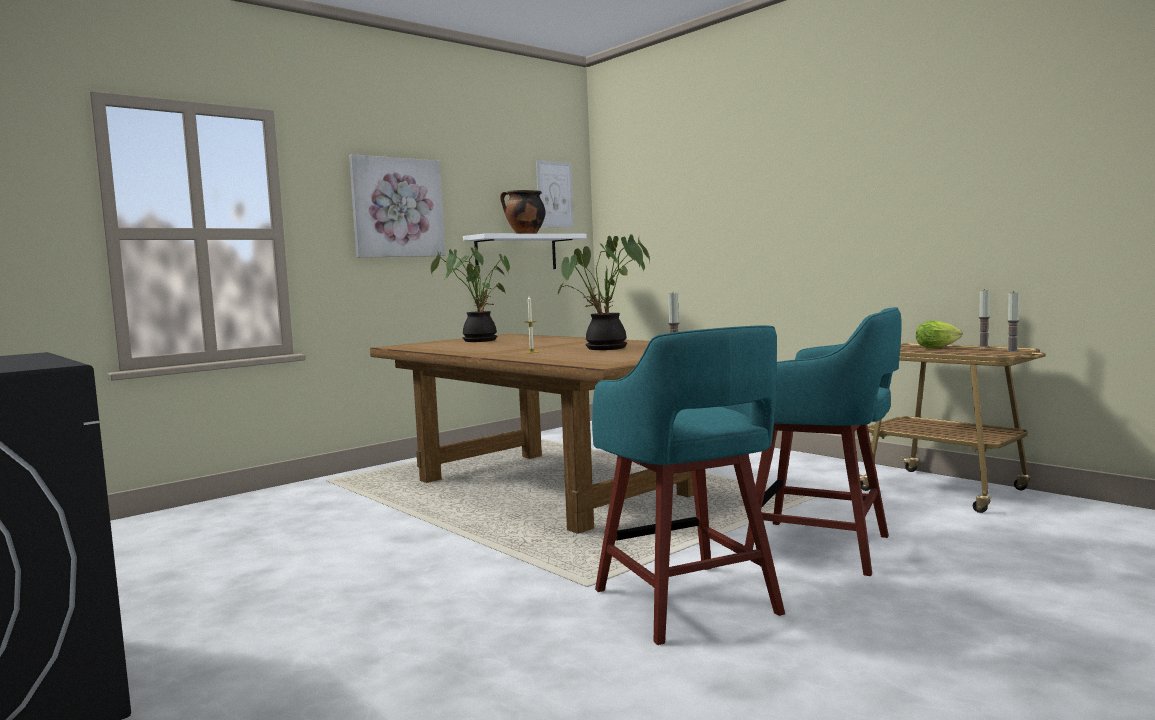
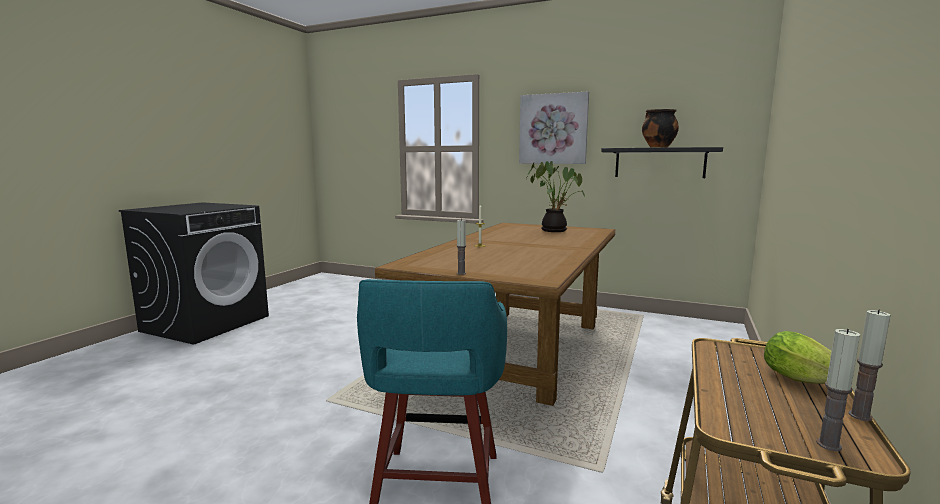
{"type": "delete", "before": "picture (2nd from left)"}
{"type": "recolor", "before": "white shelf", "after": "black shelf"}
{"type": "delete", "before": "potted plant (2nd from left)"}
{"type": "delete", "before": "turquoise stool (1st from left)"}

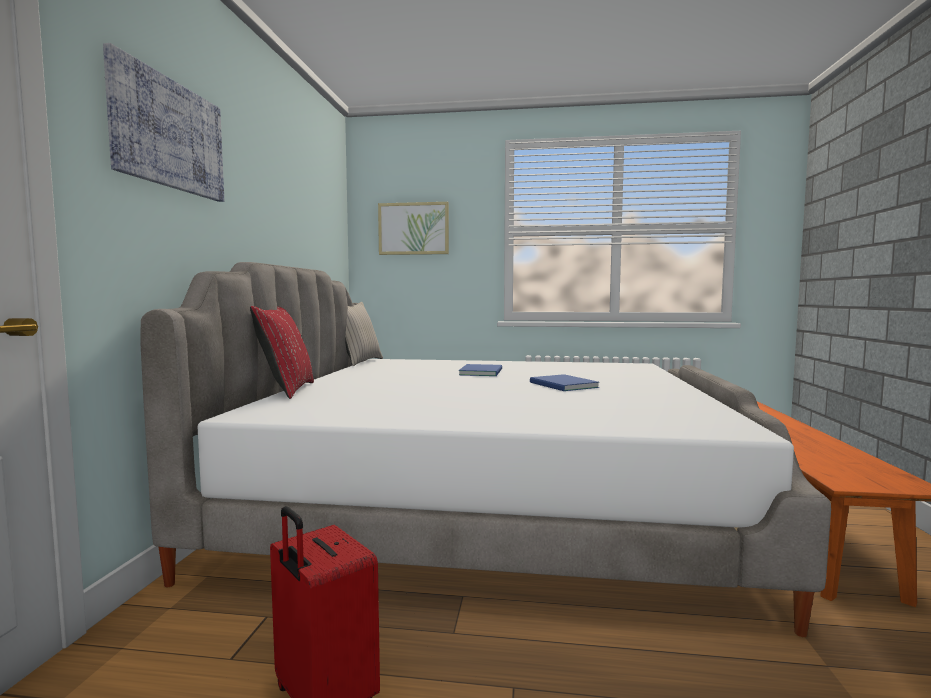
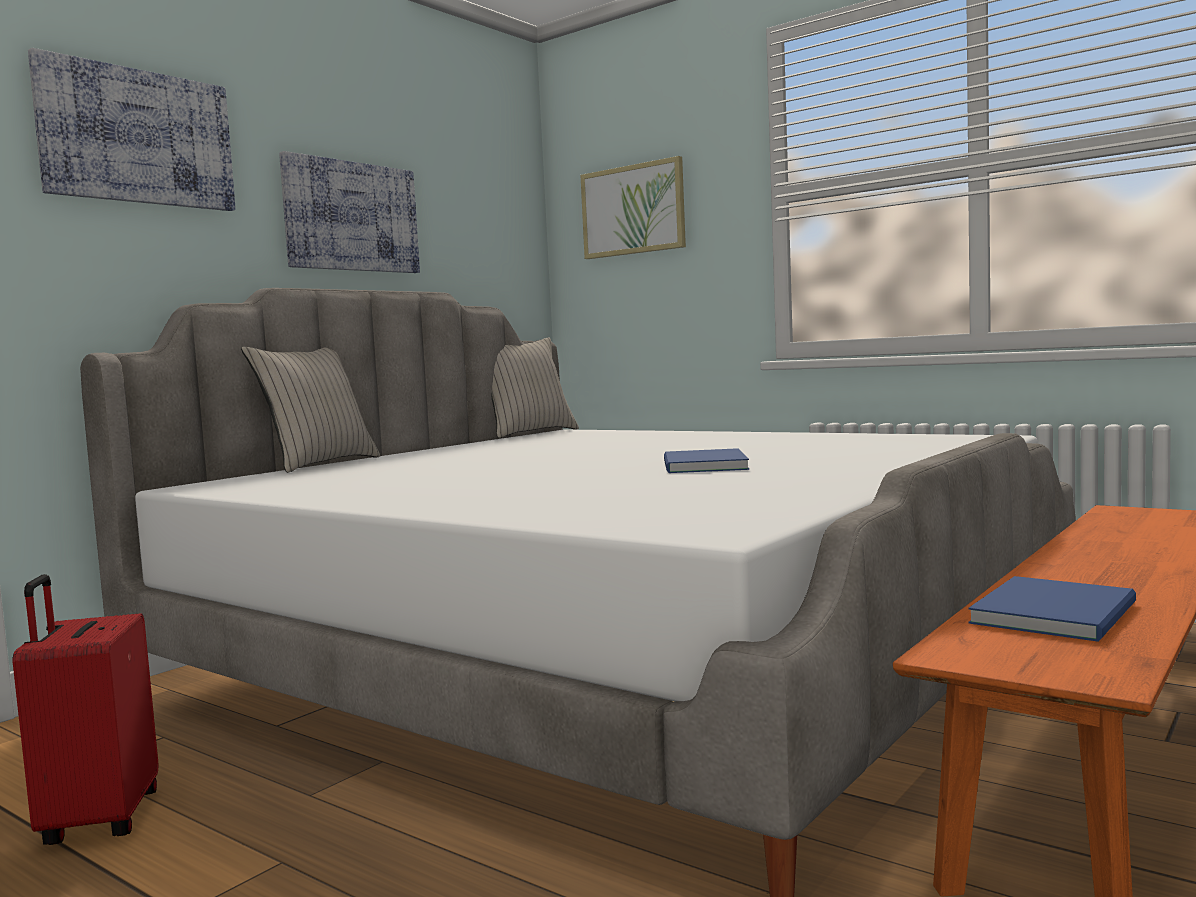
{"type": "recolor", "before": "red pillow", "after": "beige pillow (1st from left)"}
{"type": "move", "before": "blue book (1st from left in the first image)", "after": "blue book (2nd from left)"}
{"type": "insert", "after": "picture (2nd from left)"}

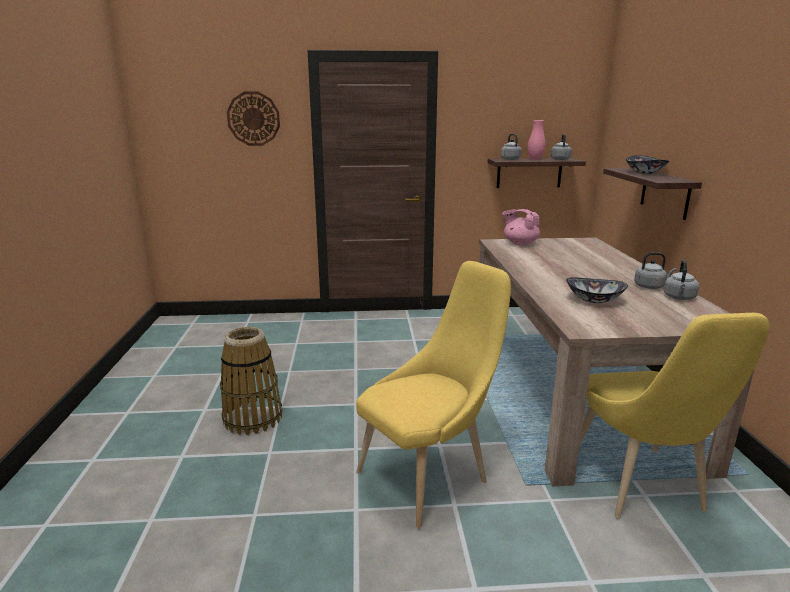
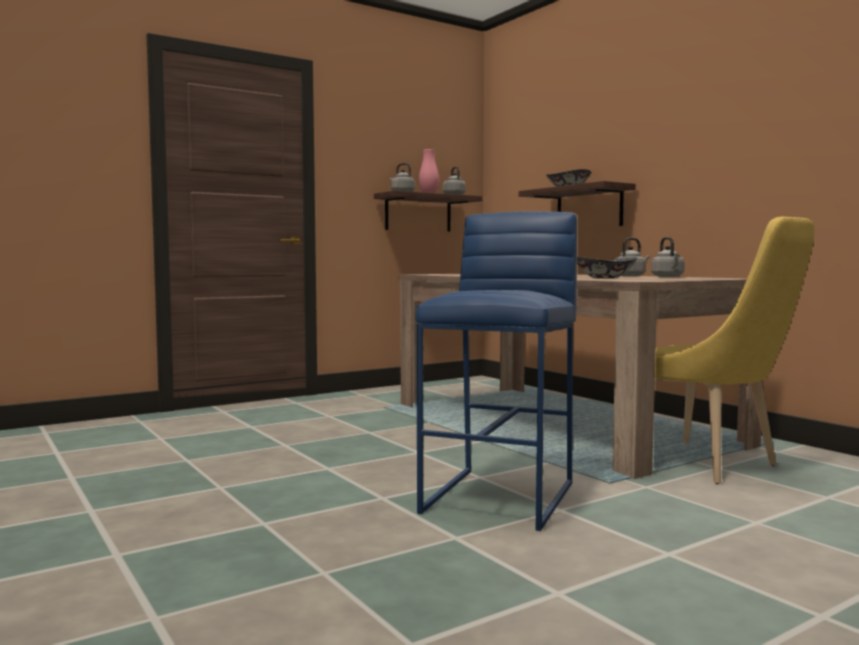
{"type": "delete", "before": "wall clock"}
{"type": "delete", "before": "pink teapot"}
{"type": "replace", "before": "yellow chair (1st from left)", "after": "blue stool"}
{"type": "delete", "before": "basket"}

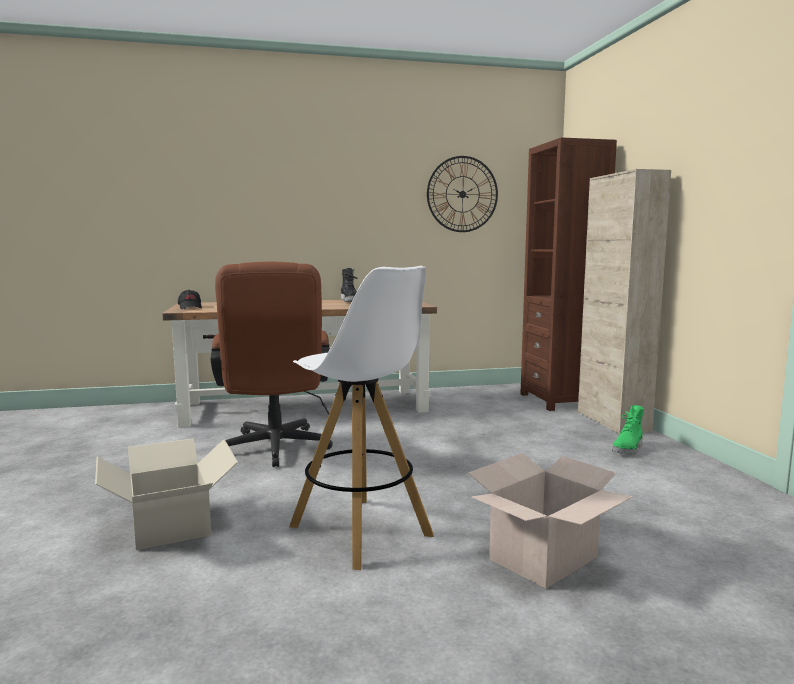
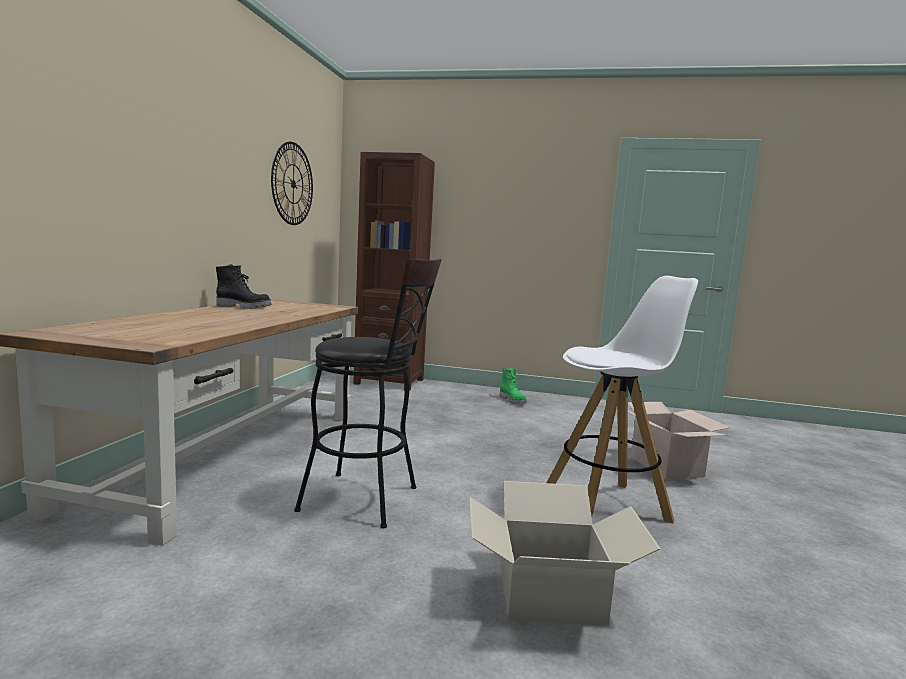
{"type": "delete", "before": "beige cabinet"}
{"type": "replace", "before": "brown office chair", "after": "black stool"}
{"type": "delete", "before": "black cap"}

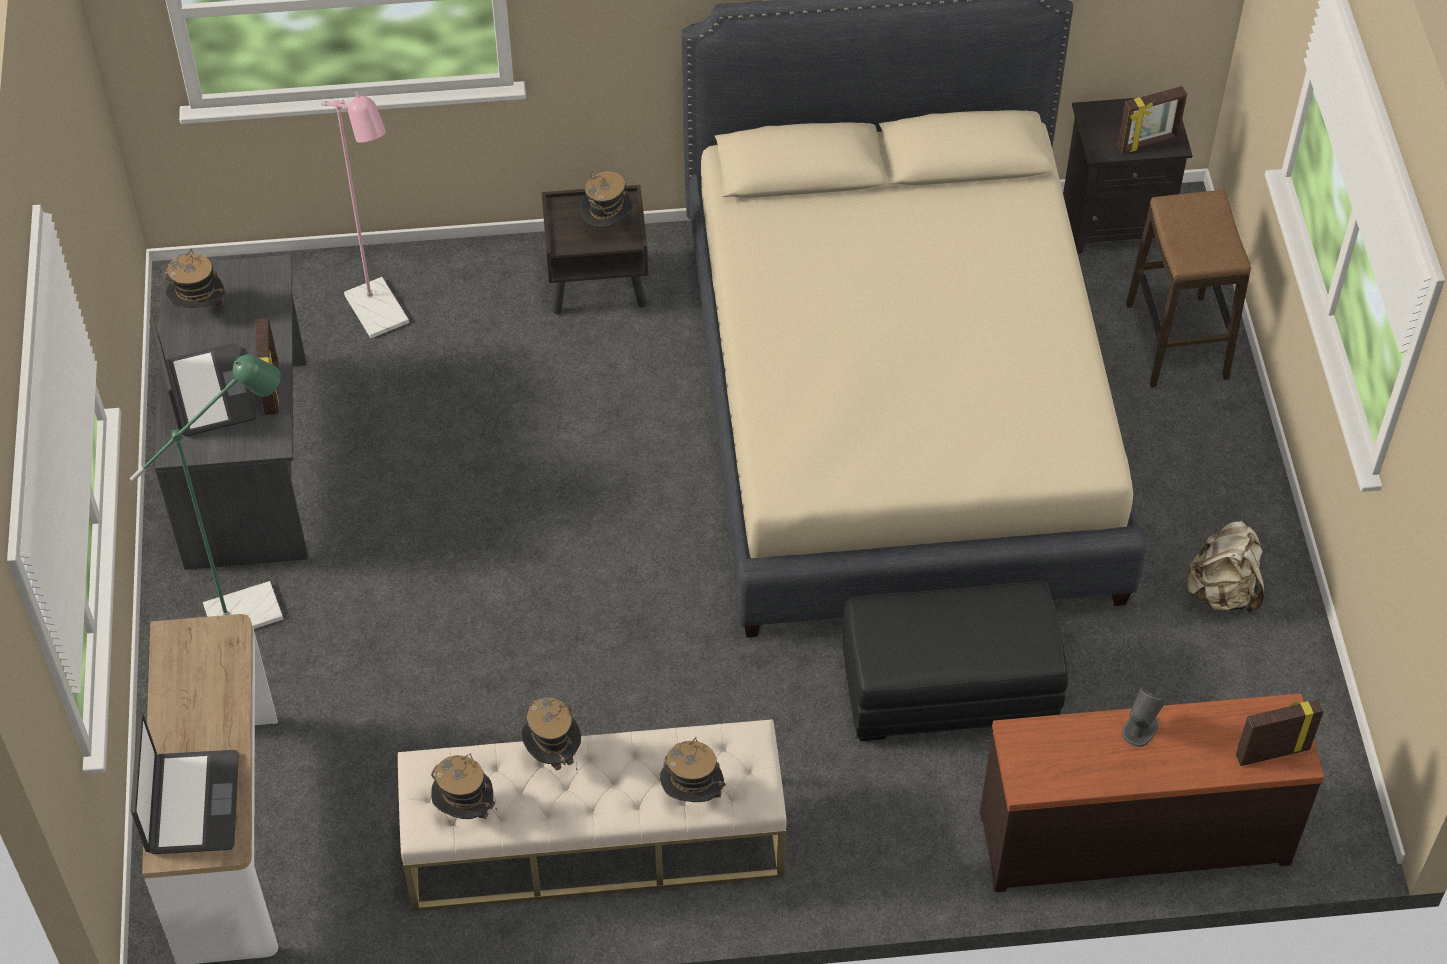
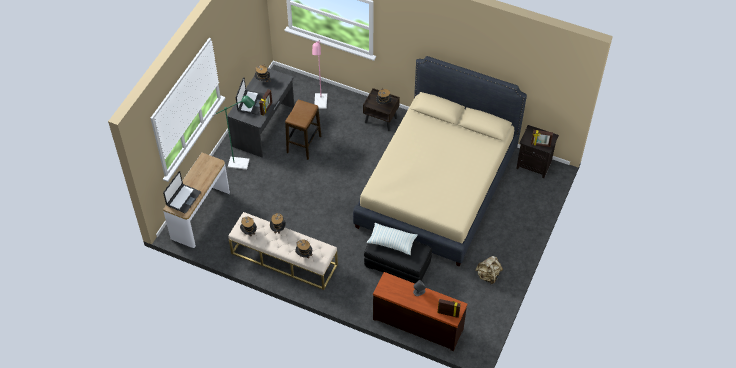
{"type": "move", "before": "stool"}
{"type": "insert", "after": "pillow"}

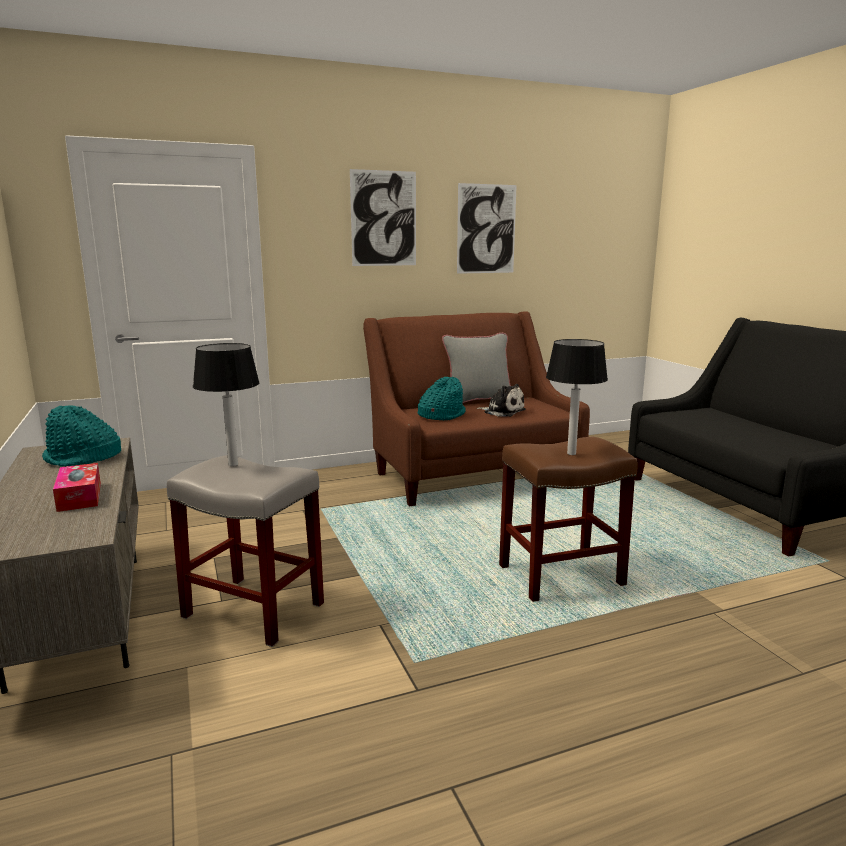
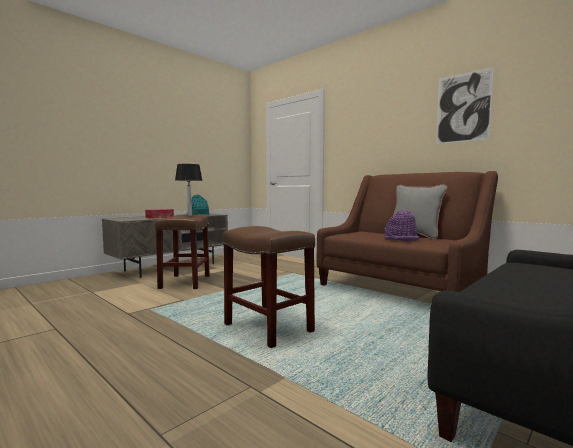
{"type": "delete", "before": "picture (1st from left)"}
{"type": "delete", "before": "table lamp (2nd from left)"}
{"type": "delete", "before": "turquoise hat (2nd from left)"}
{"type": "replace", "before": "plush toy", "after": "purple hat"}
{"type": "recolor", "before": "grey stool", "after": "brown stool (1st from left)"}

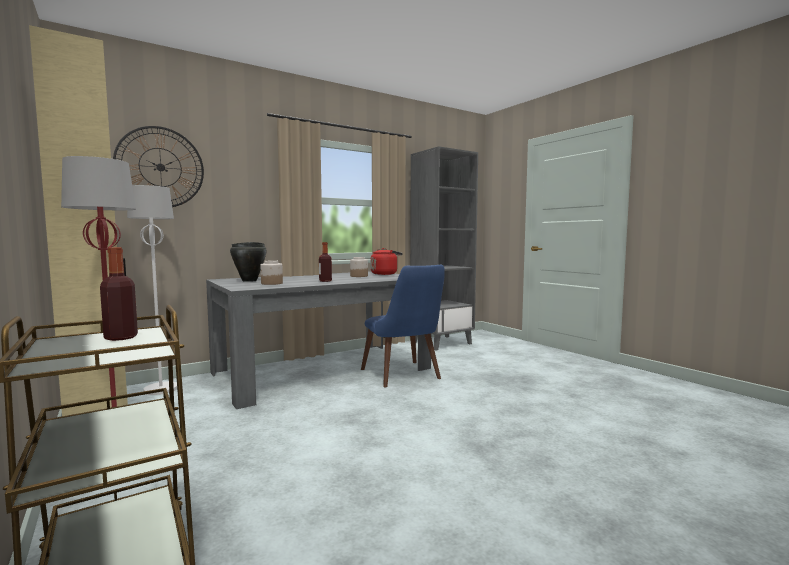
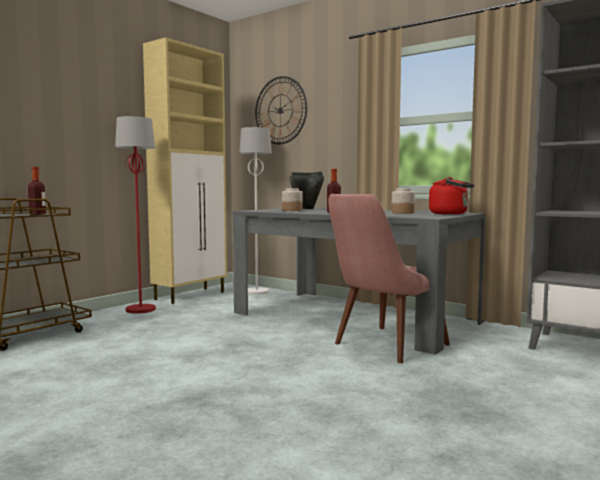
{"type": "recolor", "before": "blue chair", "after": "pink chair"}

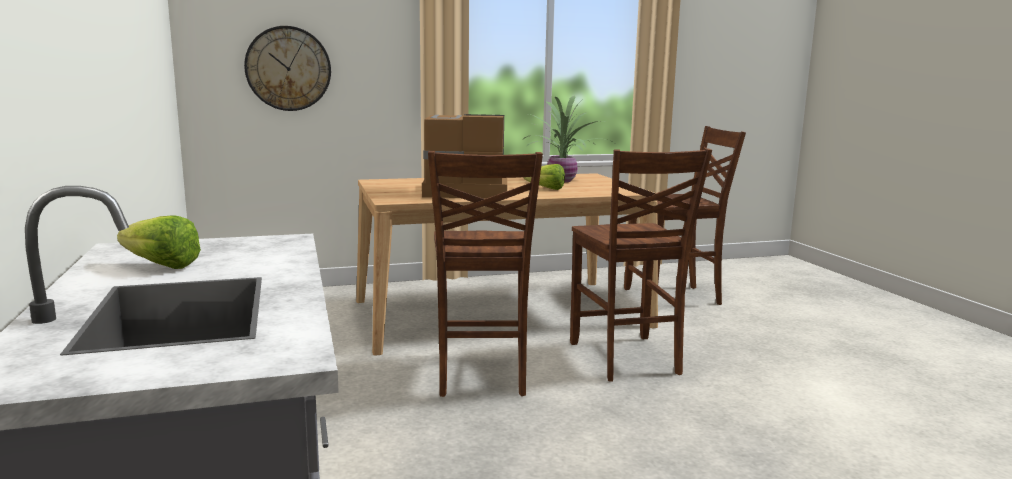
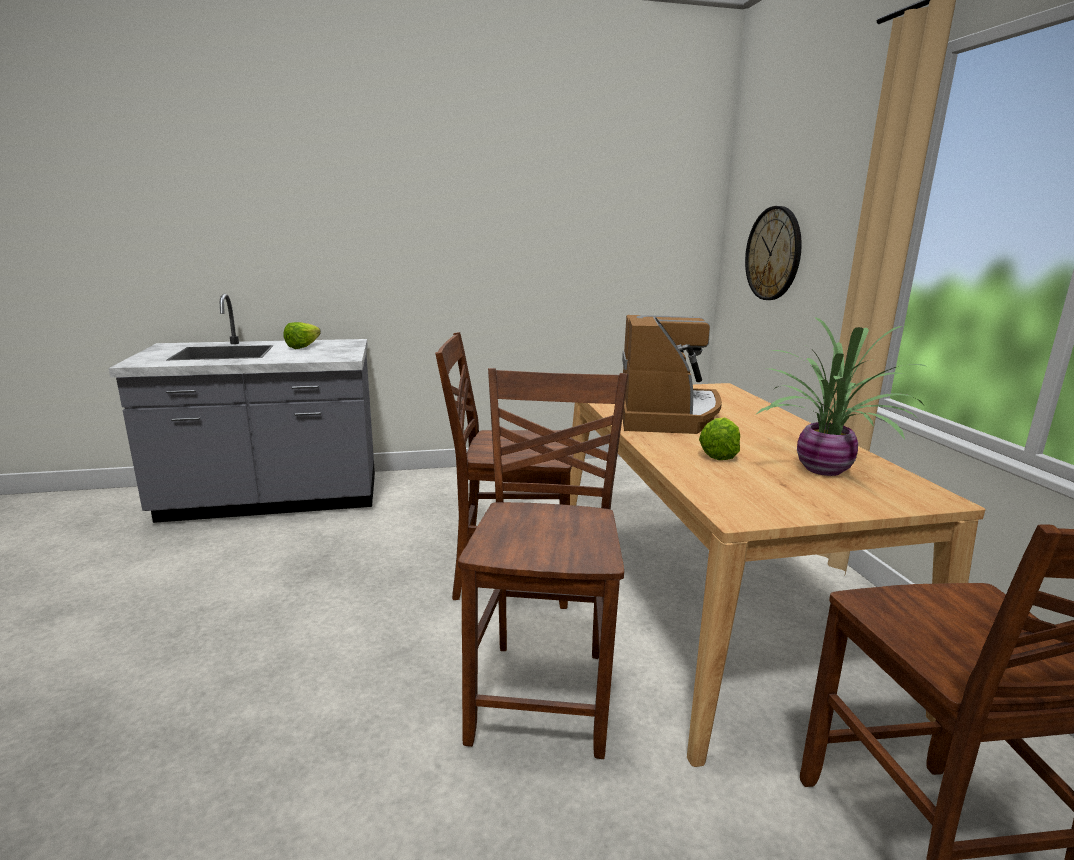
{"type": "rotate", "before": "brown chair (2nd from left)", "turn": 105}

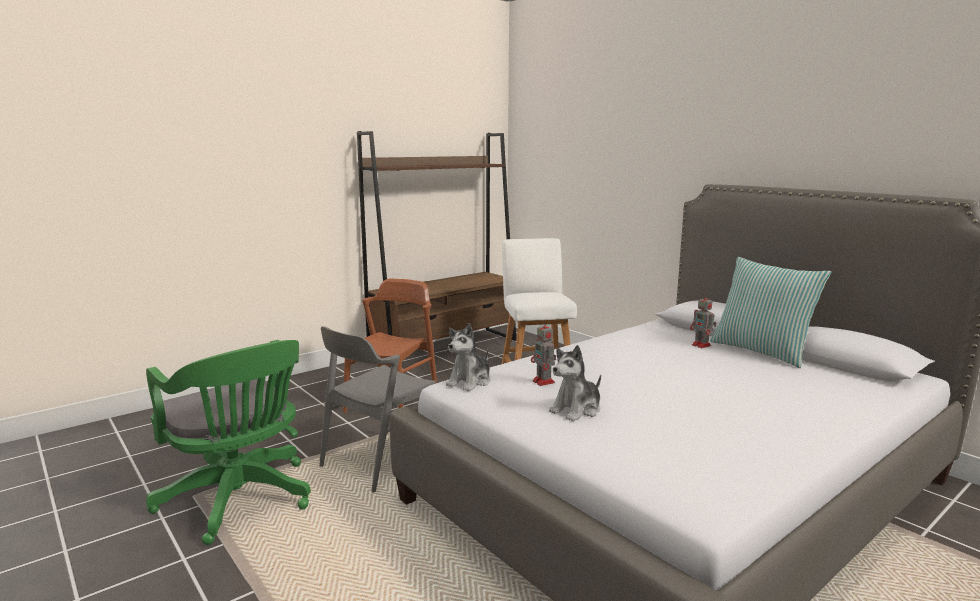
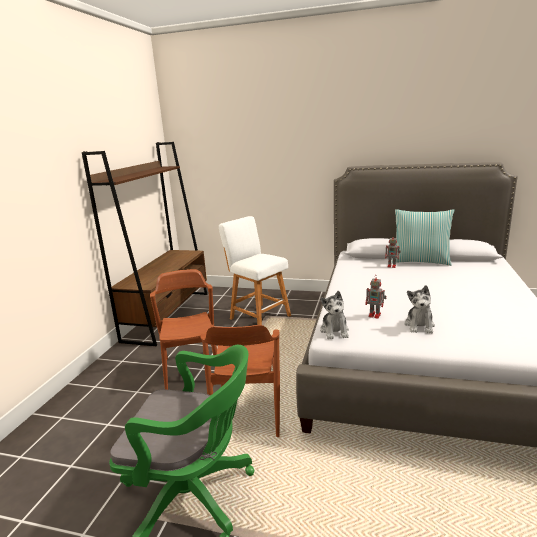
{"type": "recolor", "before": "grey chair", "after": "brown chair (2nd from left)"}

